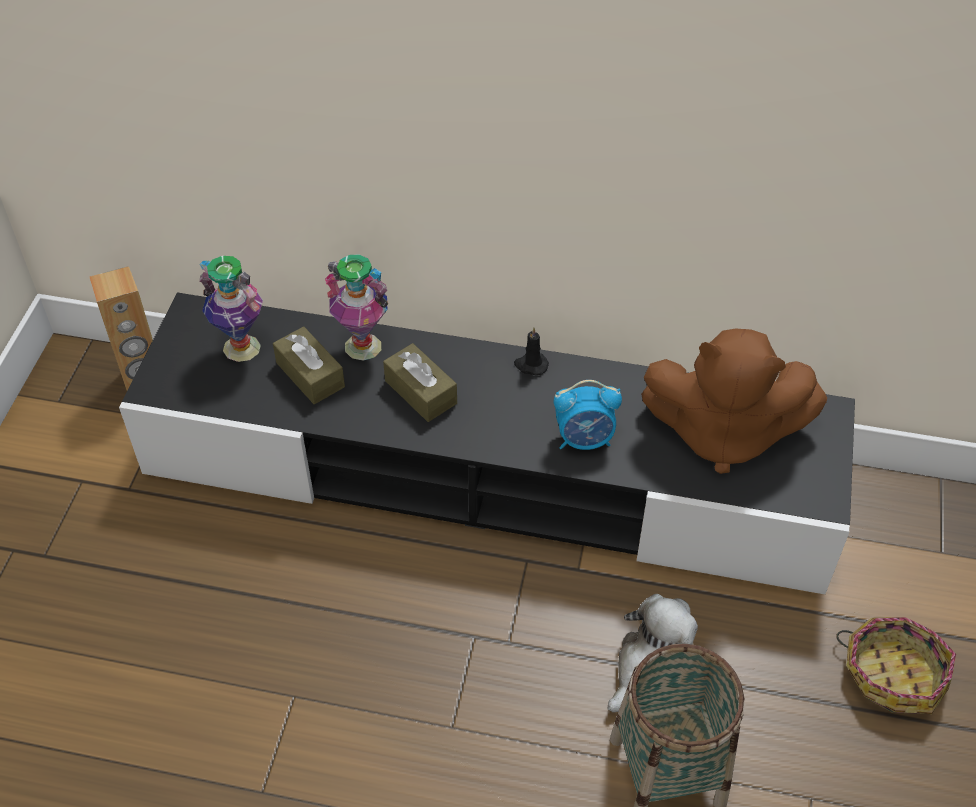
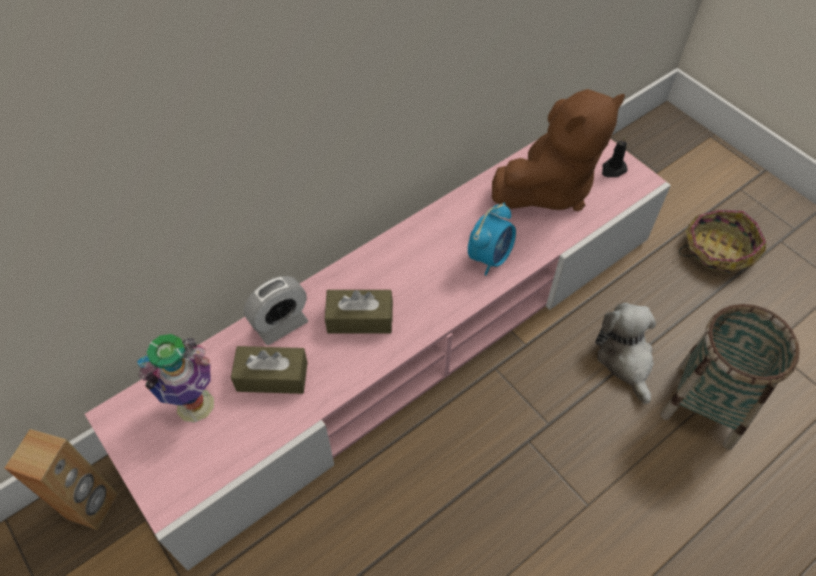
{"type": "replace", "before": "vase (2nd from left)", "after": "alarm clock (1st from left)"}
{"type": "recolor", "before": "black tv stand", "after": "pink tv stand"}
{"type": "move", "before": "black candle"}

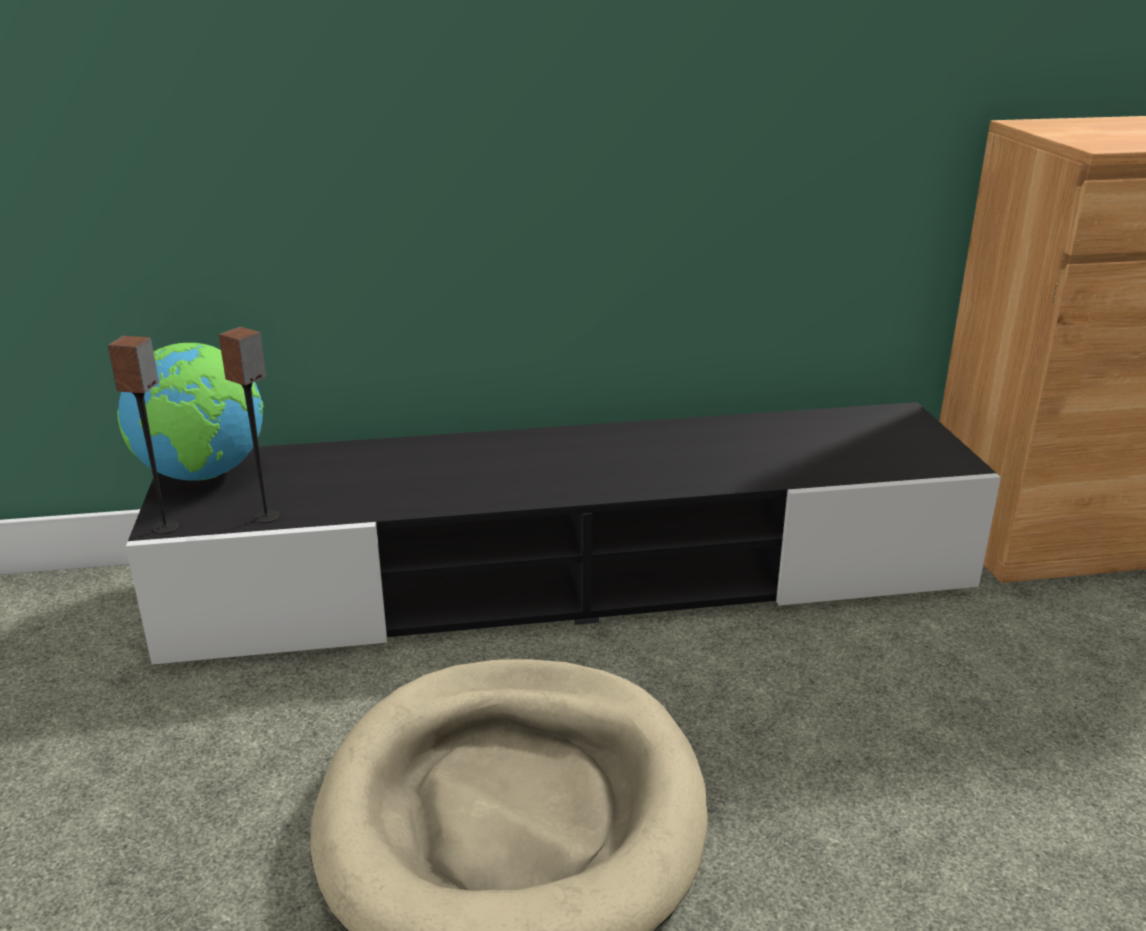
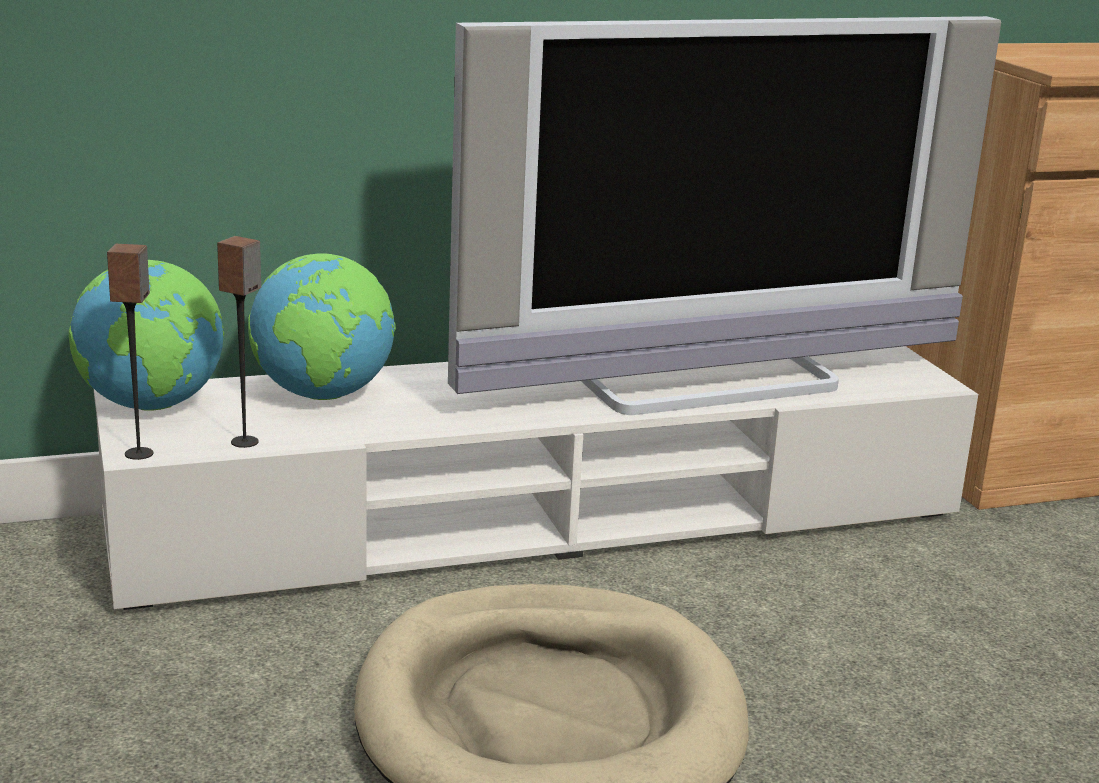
{"type": "recolor", "before": "black tv stand", "after": "white tv stand"}
{"type": "insert", "after": "television"}
{"type": "insert", "after": "globe (2nd from left)"}

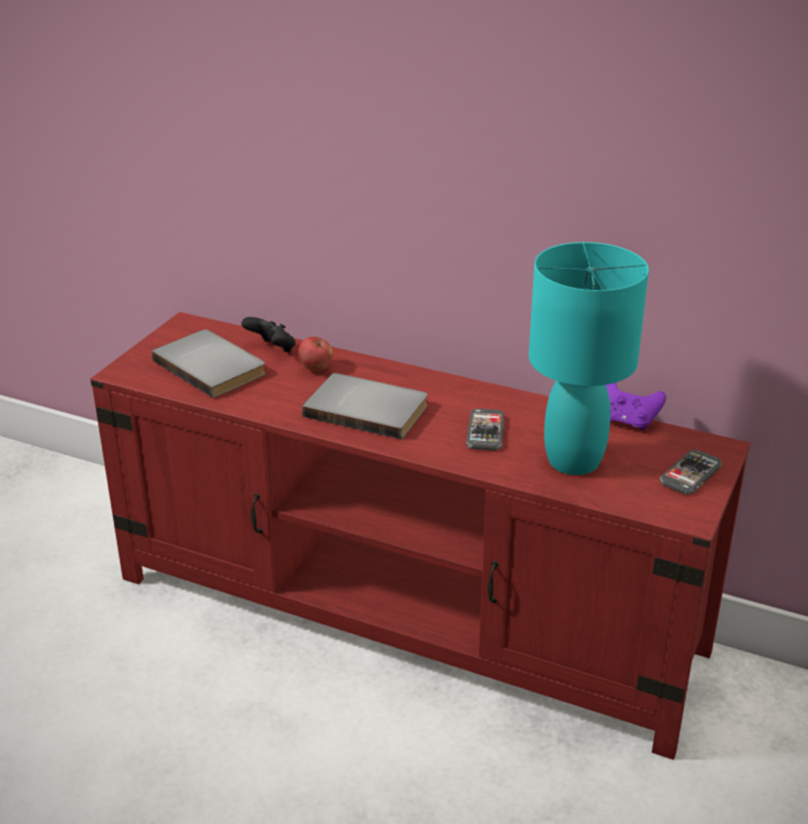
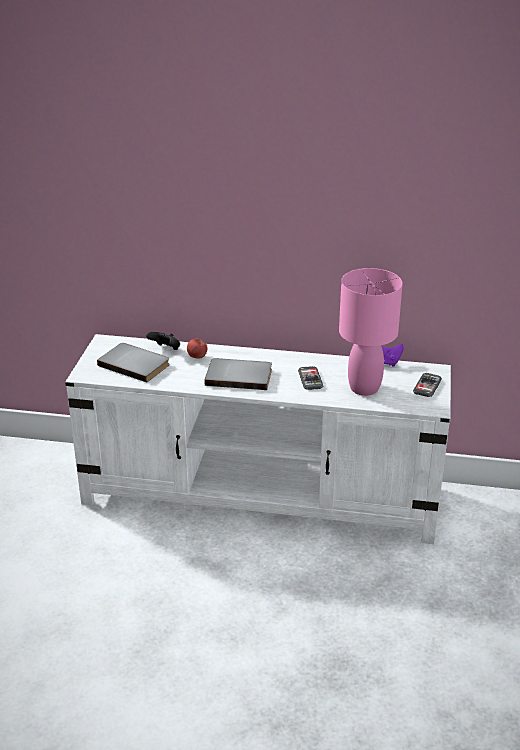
{"type": "recolor", "before": "turquoise table lamp", "after": "pink table lamp"}
{"type": "recolor", "before": "red tv stand", "after": "white tv stand"}

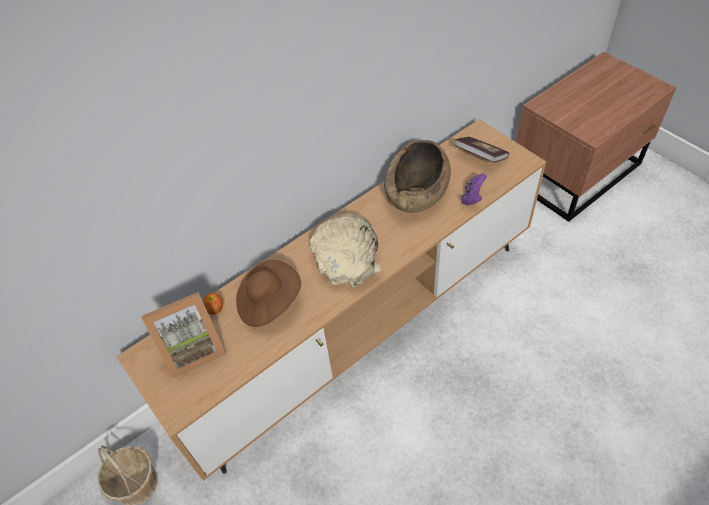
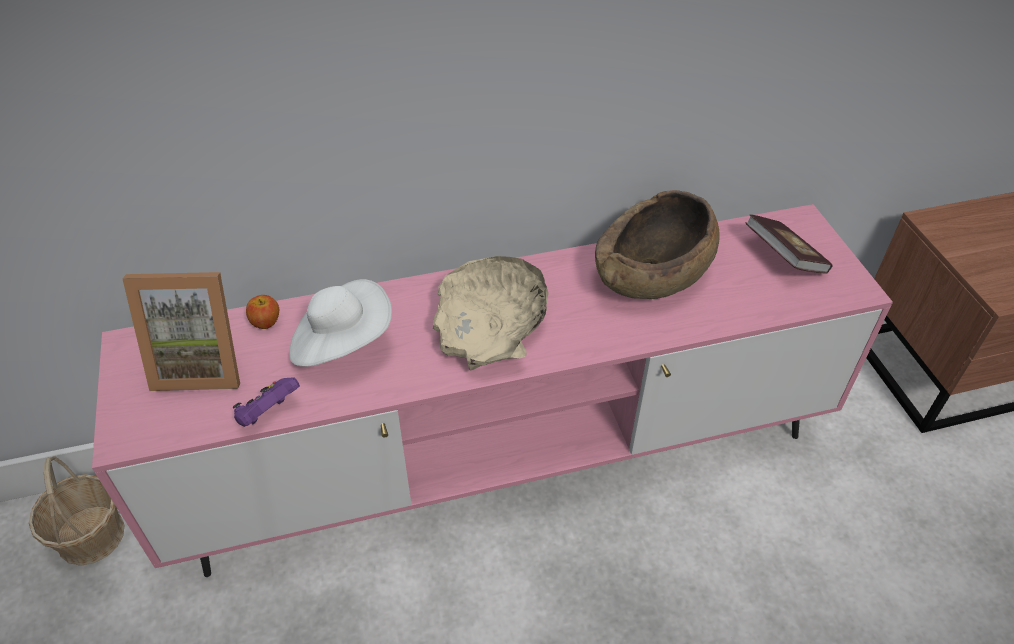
{"type": "recolor", "before": "brown tv stand", "after": "pink tv stand"}
{"type": "move", "before": "purple game controller"}
{"type": "recolor", "before": "brown hat", "after": "white hat"}

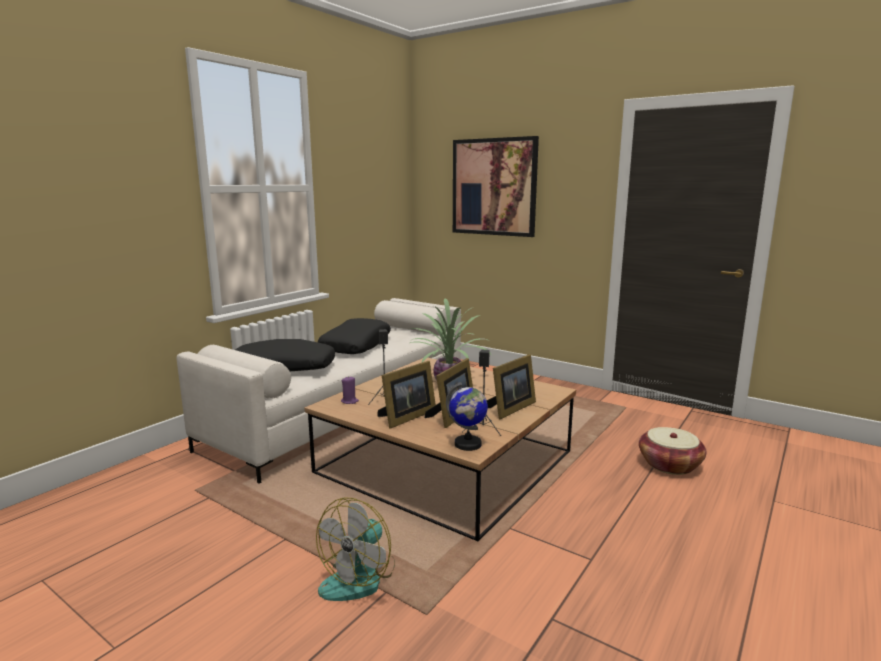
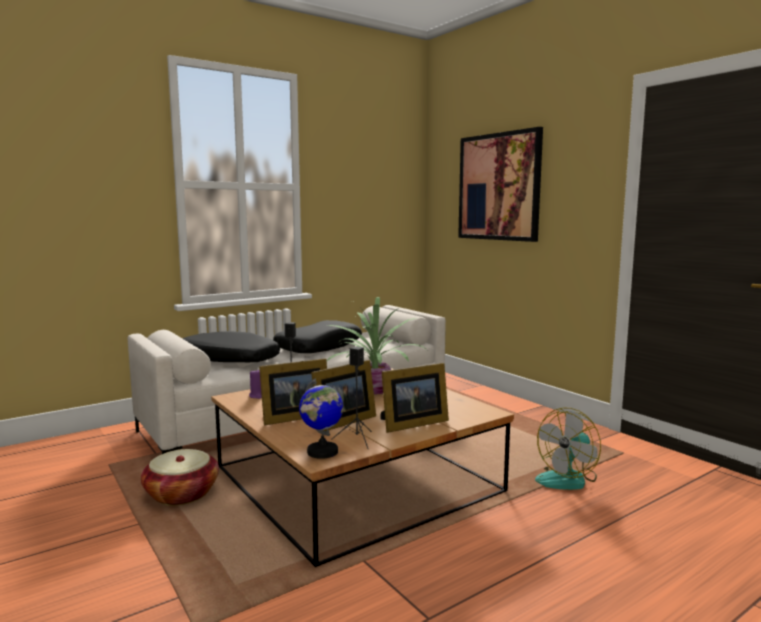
{"type": "move", "before": "basket"}
{"type": "move", "before": "fan"}

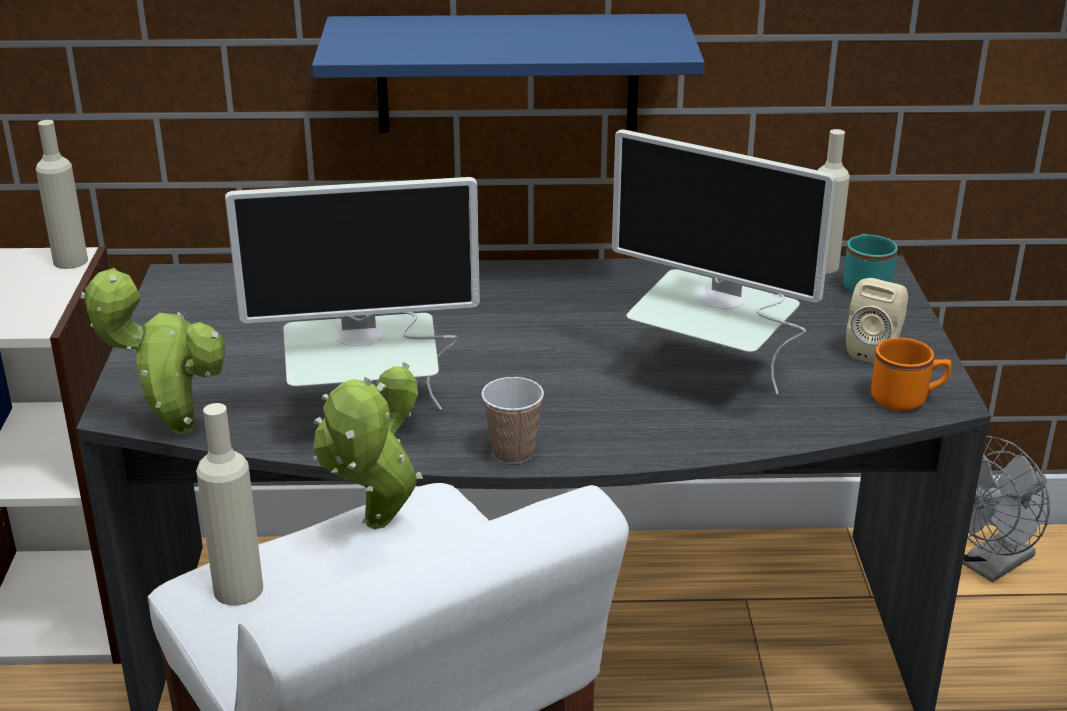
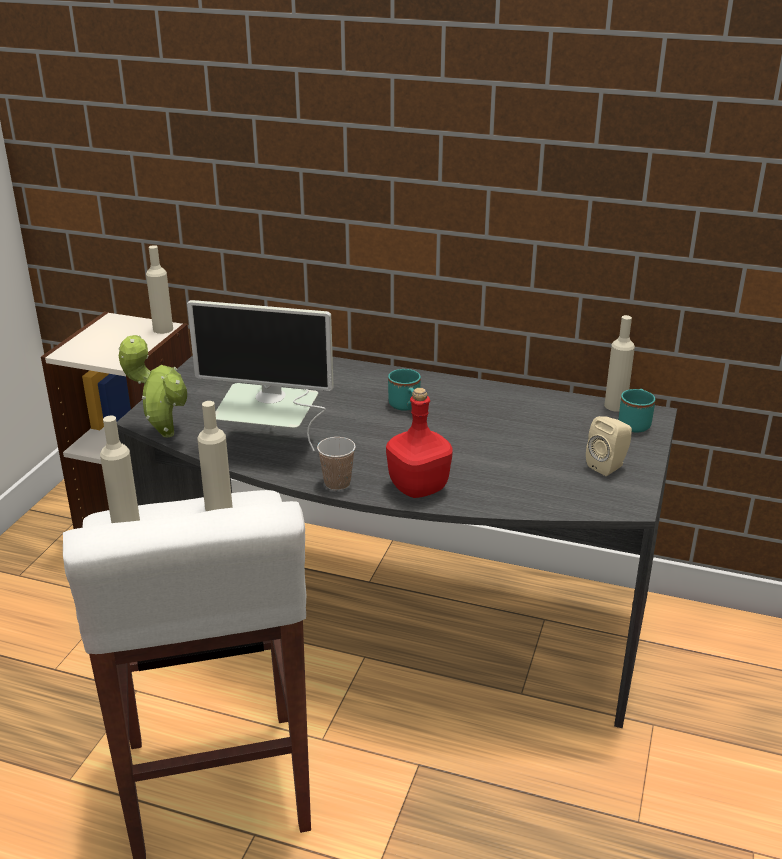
{"type": "delete", "before": "blue shelf"}
{"type": "delete", "before": "monitor (2nd from left)"}
{"type": "delete", "before": "orange mug"}
{"type": "replace", "before": "potted plant (2nd from left)", "after": "beige bottle (3rd from left)"}
{"type": "delete", "before": "grey fan"}
{"type": "insert", "after": "turquoise mug (1st from left)"}
{"type": "insert", "after": "red bottle"}

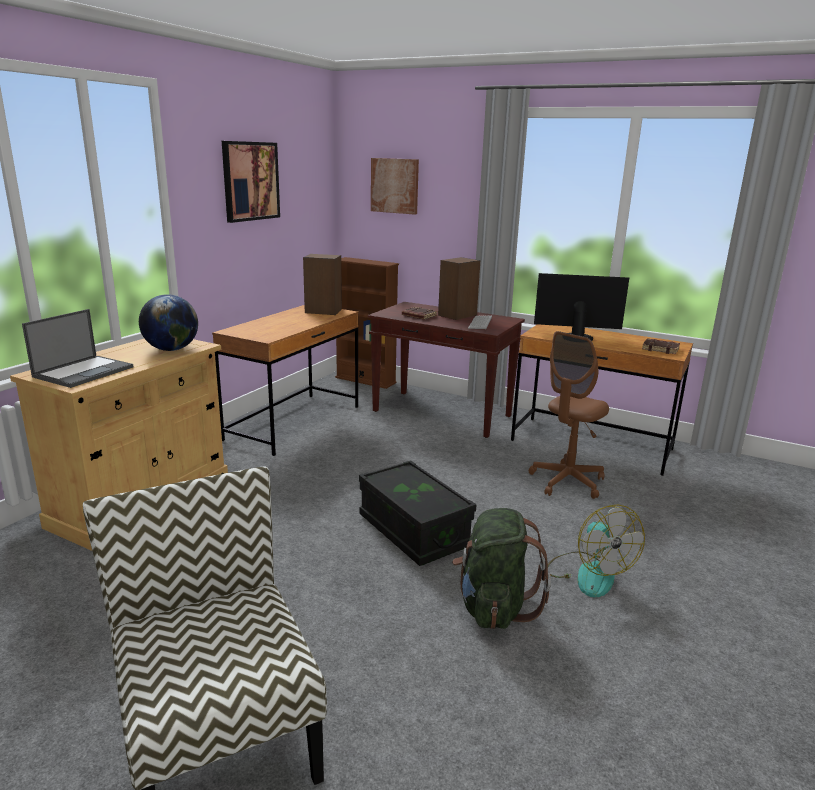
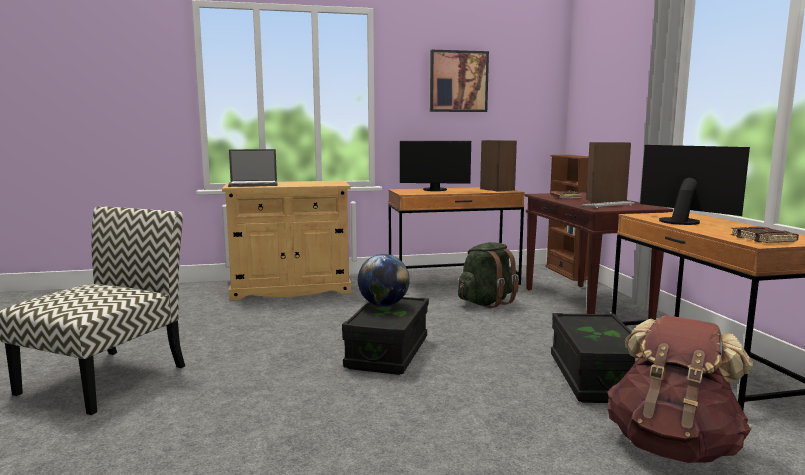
{"type": "delete", "before": "picture (2nd from left)"}
{"type": "move", "before": "globe"}
{"type": "replace", "before": "brown office chair", "after": "black storage box (2nd from left)"}
{"type": "delete", "before": "fan"}
{"type": "move", "before": "green backpack"}
{"type": "insert", "after": "monitor (1st from left)"}
{"type": "insert", "after": "brown backpack"}

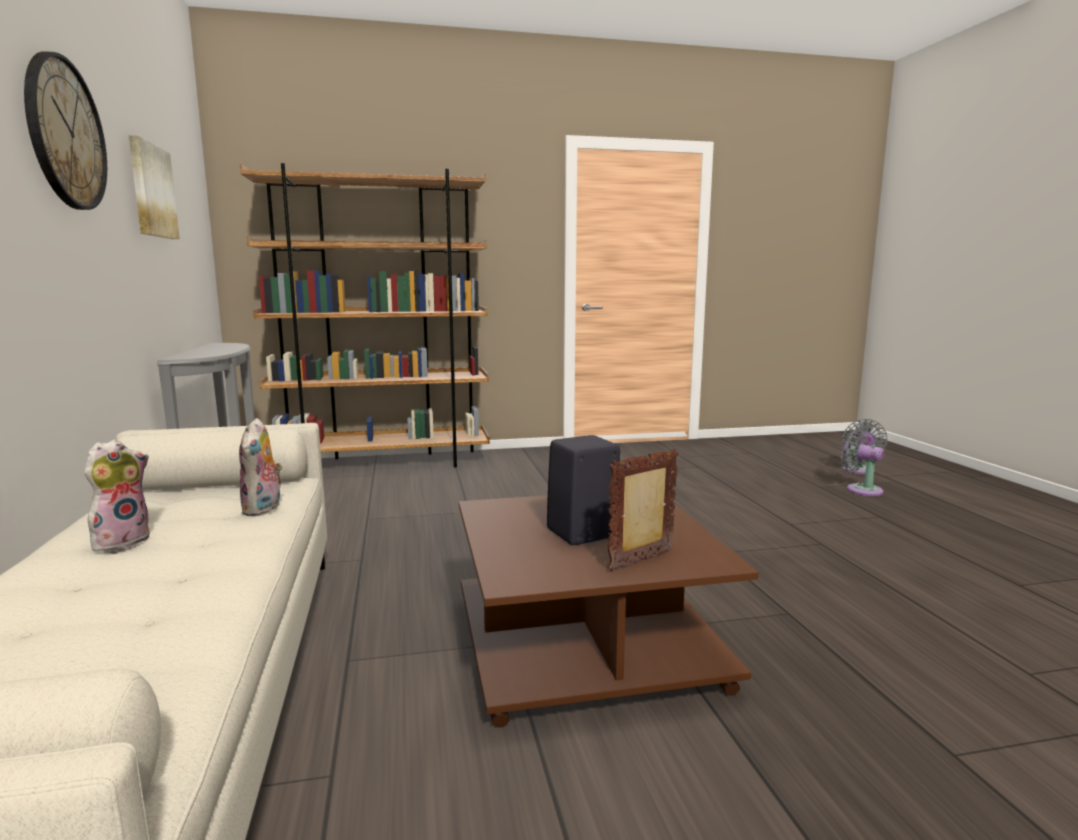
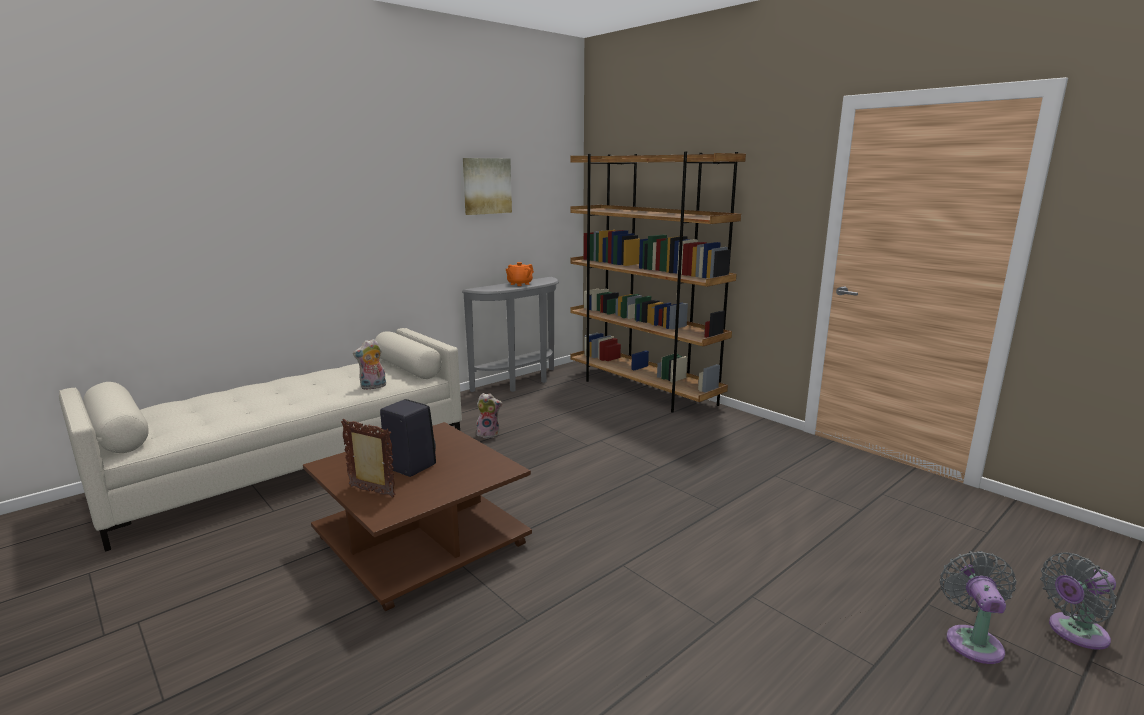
{"type": "delete", "before": "wall clock"}
{"type": "move", "before": "plush toy (1st from left in the first image)", "after": "plush toy (2nd from left)"}
{"type": "insert", "after": "orange teapot"}

